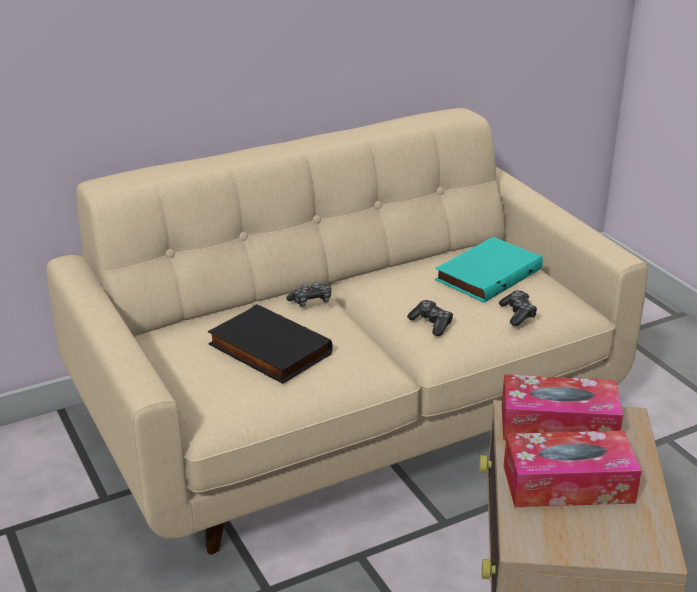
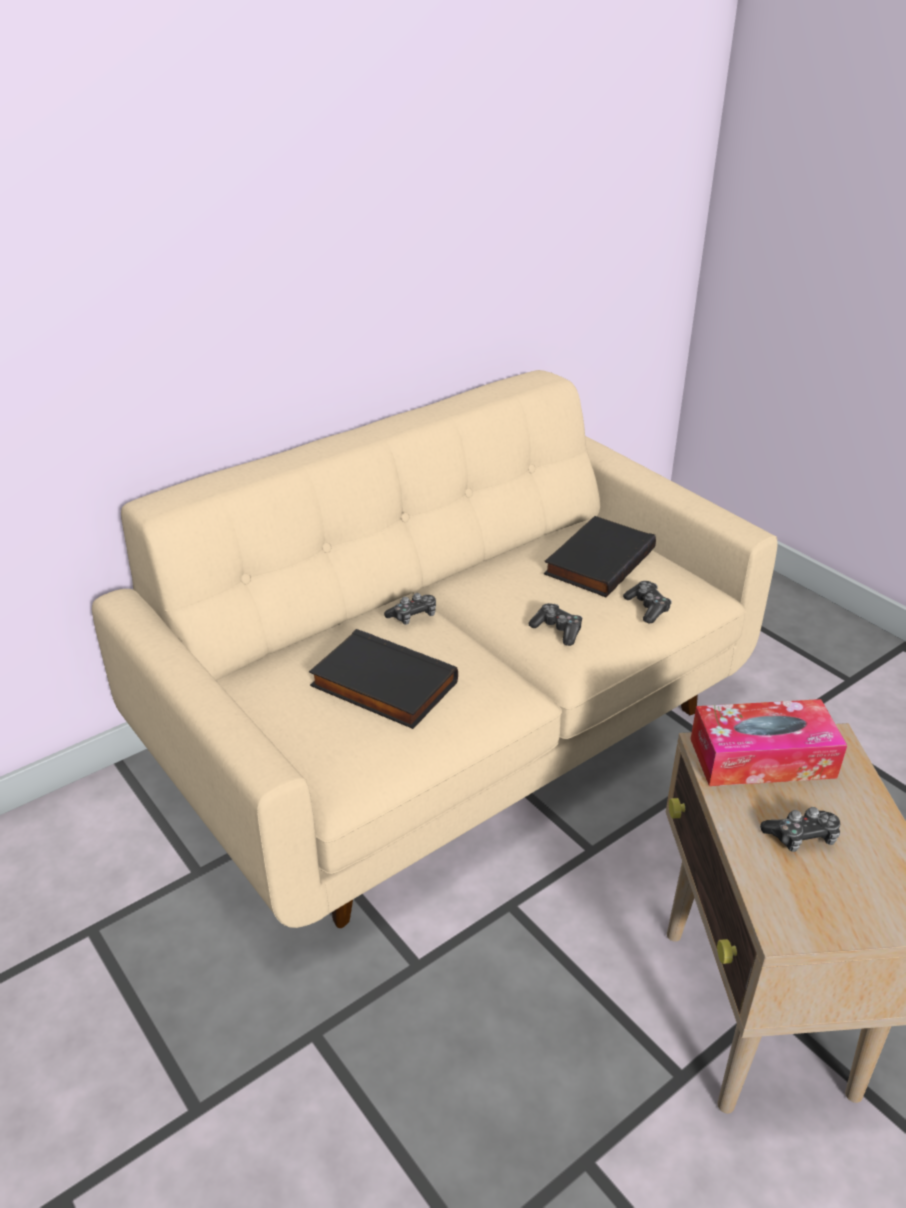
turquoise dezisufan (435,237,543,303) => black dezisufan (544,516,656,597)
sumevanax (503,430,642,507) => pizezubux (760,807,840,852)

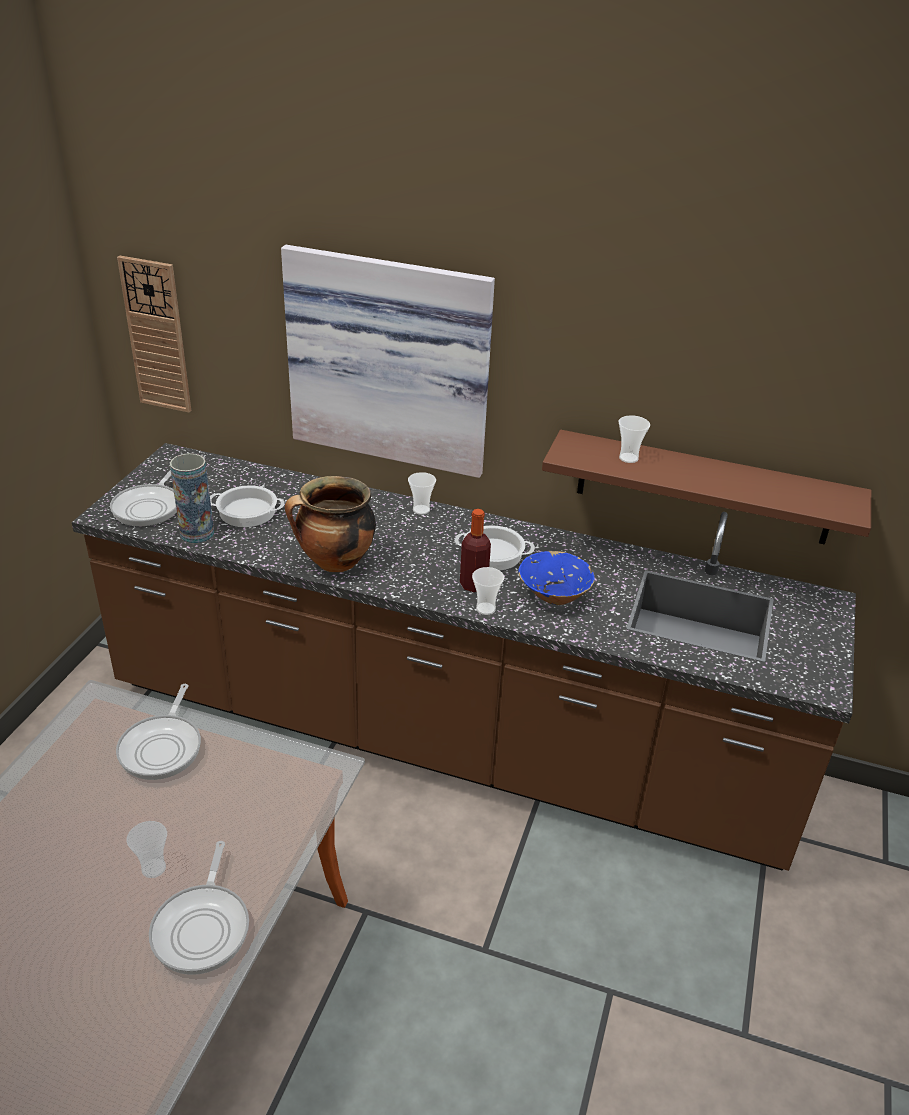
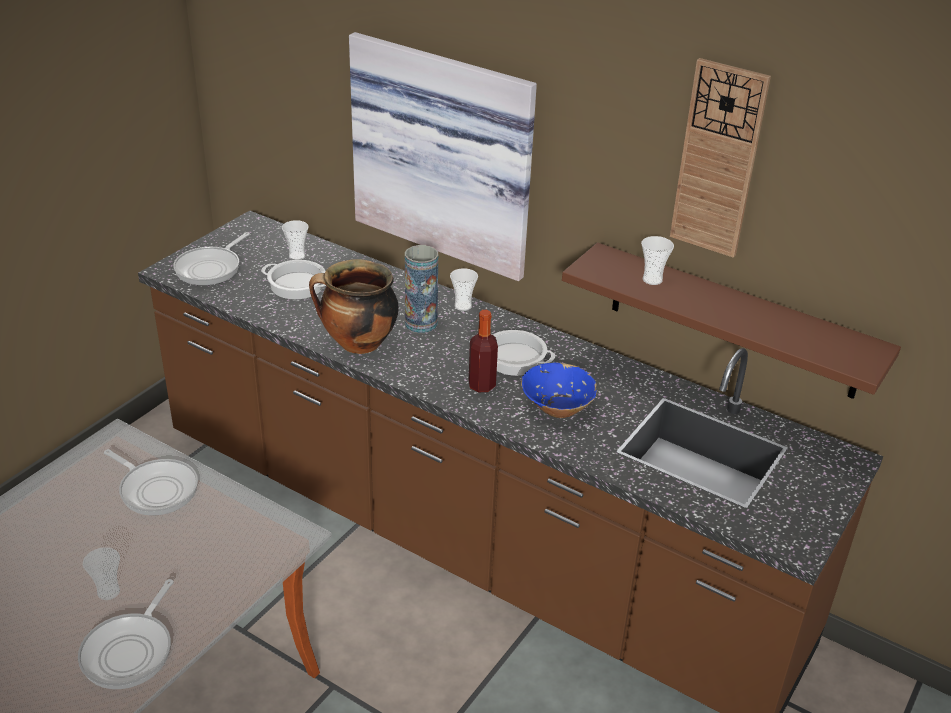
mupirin (116,684,201,780) => mupirin (104,449,198,516), 75 degrees counterclockwise
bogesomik (117,256,191,413) => bogesomik (670,58,771,258), moved
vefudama (170,453,214,544) => vefudama (405,245,438,333), moved
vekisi (472,567,504,615) => vekisi (282,220,309,260), moved

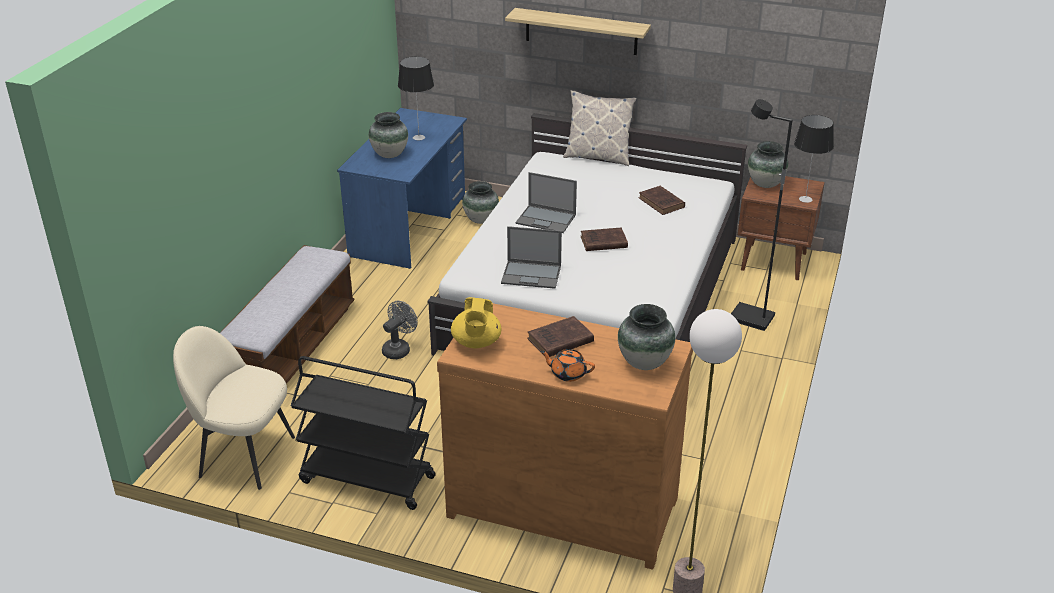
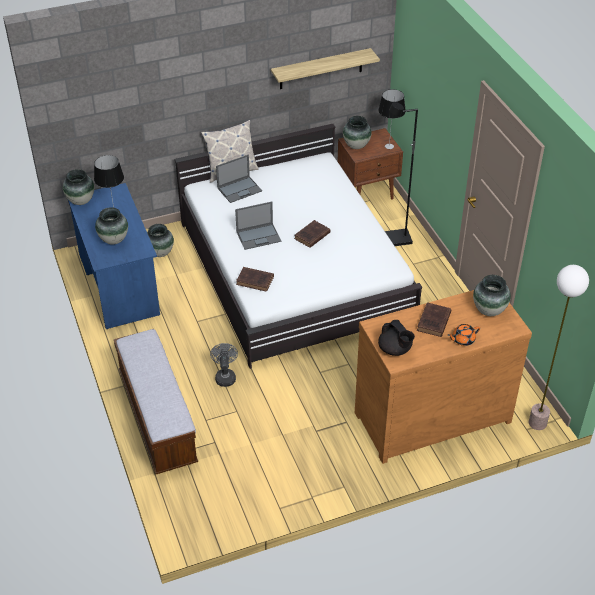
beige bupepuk (173,326,295,490) => nothing
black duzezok (291,356,436,510) => nothing
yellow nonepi (451,297,501,349) => black nonepi (378,320,415,356)
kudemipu (501,226,562,289) => kudemipu (216,155,262,203), moved
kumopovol (505,8,651,55) => kumopovol (271,48,380,89), moved
brown dezisufan (639,186,685,215) => brown dezisufan (236,267,274,292), moved
nothing => vefudama (63,169,94,205)

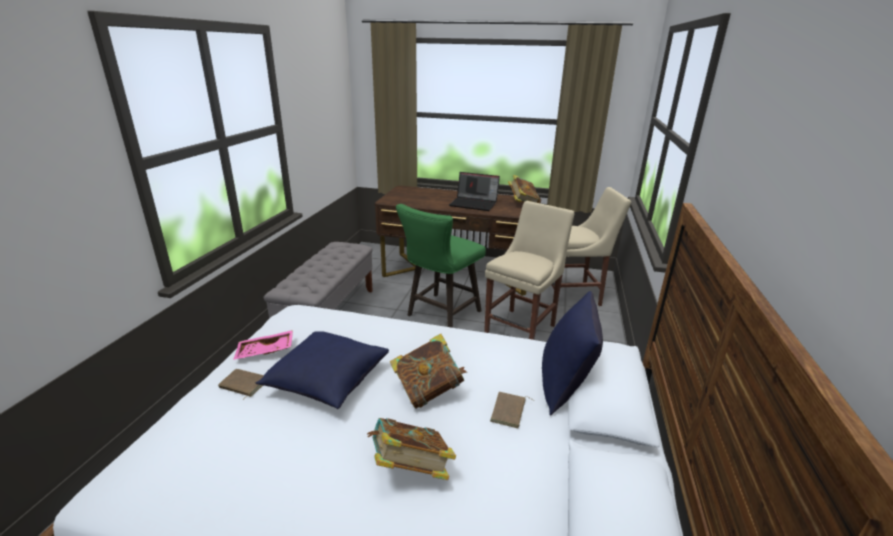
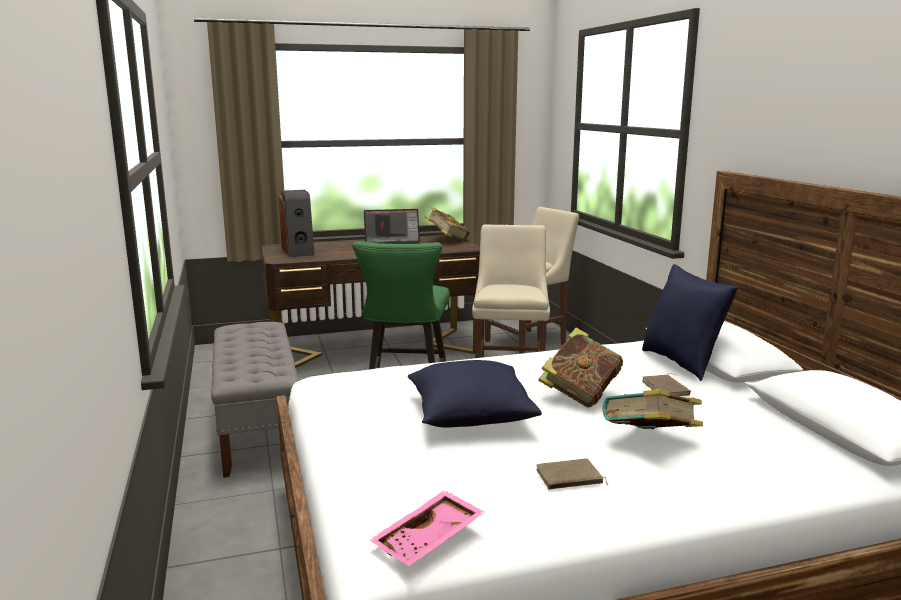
brown dezisufan (218,369,264,400) => brown dezisufan (536,458,608,489), moved
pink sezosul (233,330,293,360) => pink sezosul (370,490,484,566), moved
nothing => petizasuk (279,190,315,257)

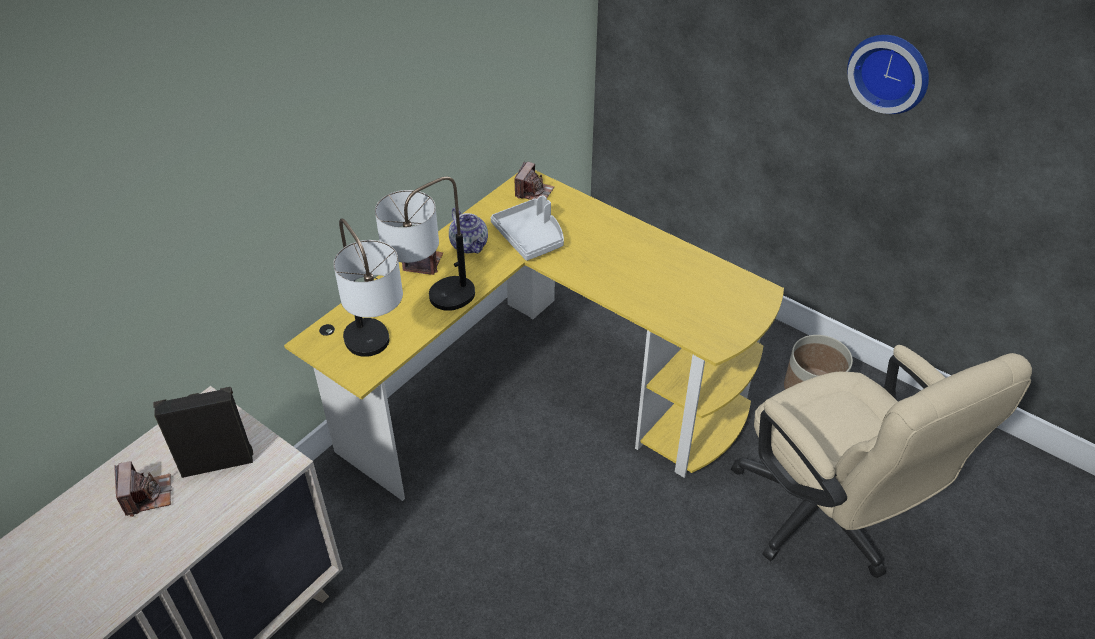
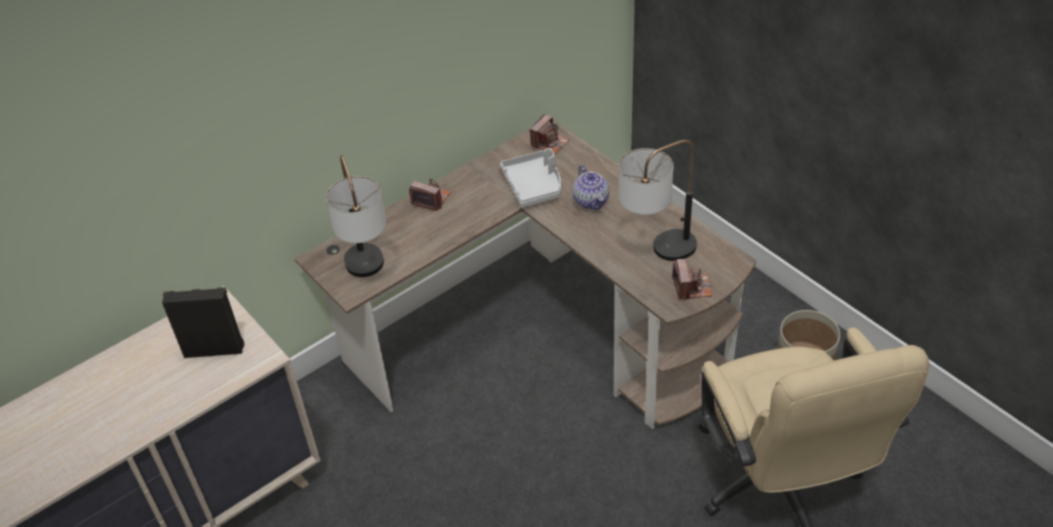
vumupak (114,461,171,517) => vumupak (672,259,712,301), moved
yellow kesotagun (284,170,784,501) => brown kesotagun (294,119,756,429)
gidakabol (375,177,475,311) => gidakabol (618,140,697,261), moved
nonepi (449,208,488,253) => nonepi (573,165,610,211), moved
bogesomik (847,35,929,114) => nothing

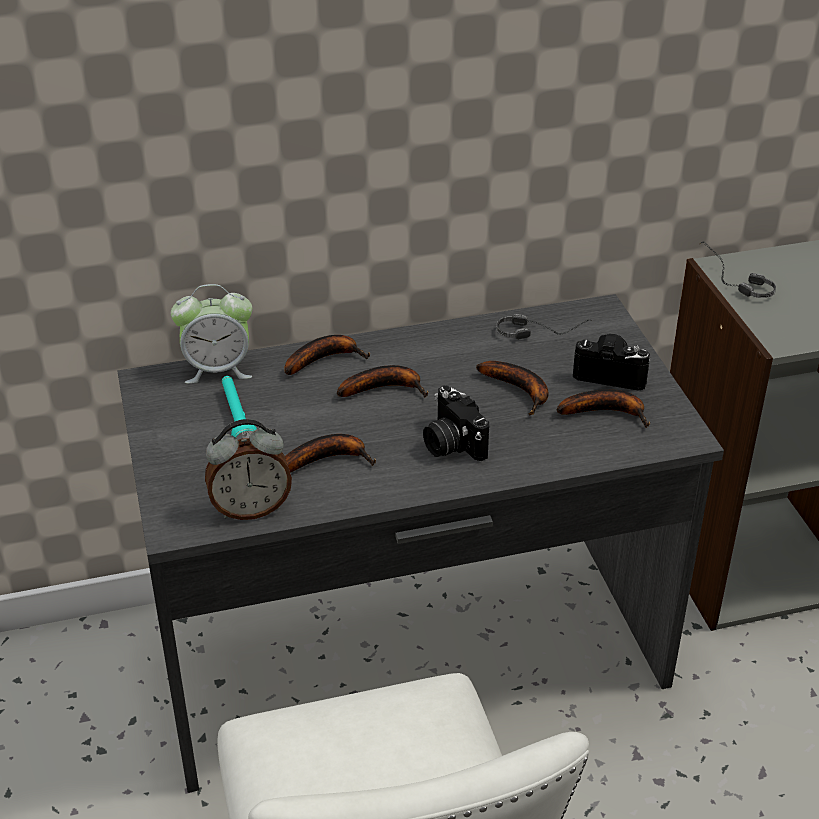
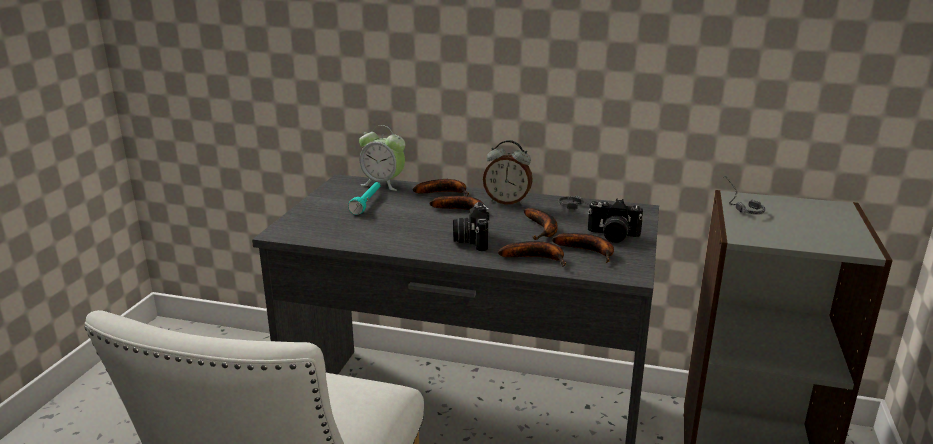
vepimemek (205,419,292,520) => vepimemek (483,140,533,205), moved
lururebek (285,434,377,473) => lururebek (498,241,566,267), moved
vumupak (573,334,651,391) => vumupak (588,198,643,243), 150 degrees clockwise

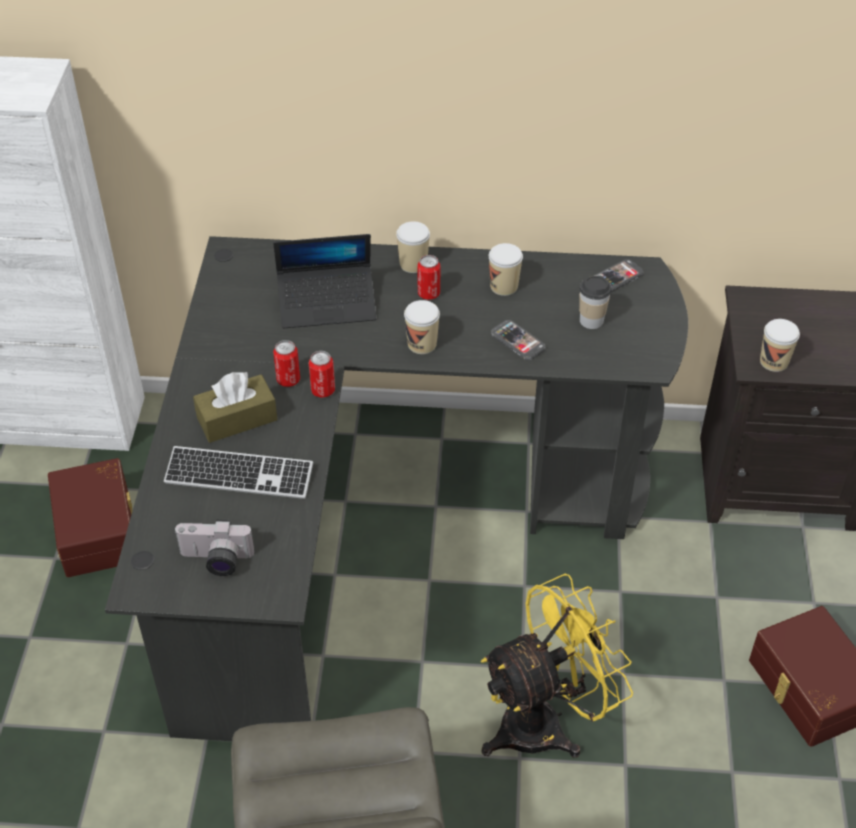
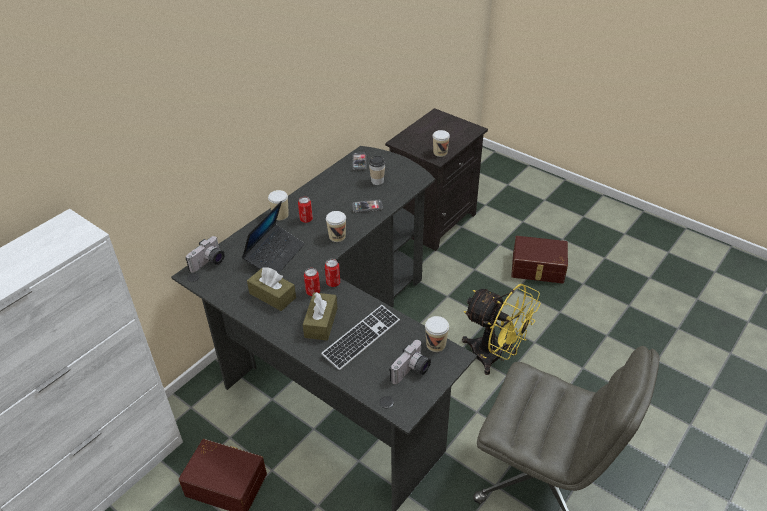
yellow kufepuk (481,574,633,758) => yellow kufepuk (462,284,541,375), 120 degrees clockwise
vekisi (489,243,523,296) => vekisi (425,316,449,352), moved
nothing => vumupak (186,236,225,273)
nothing => brown sumevanax (247,267,296,311)

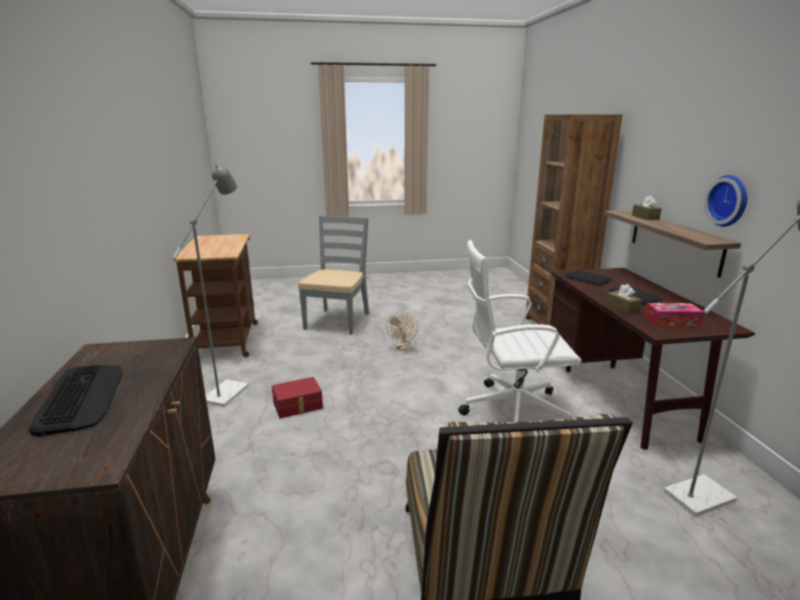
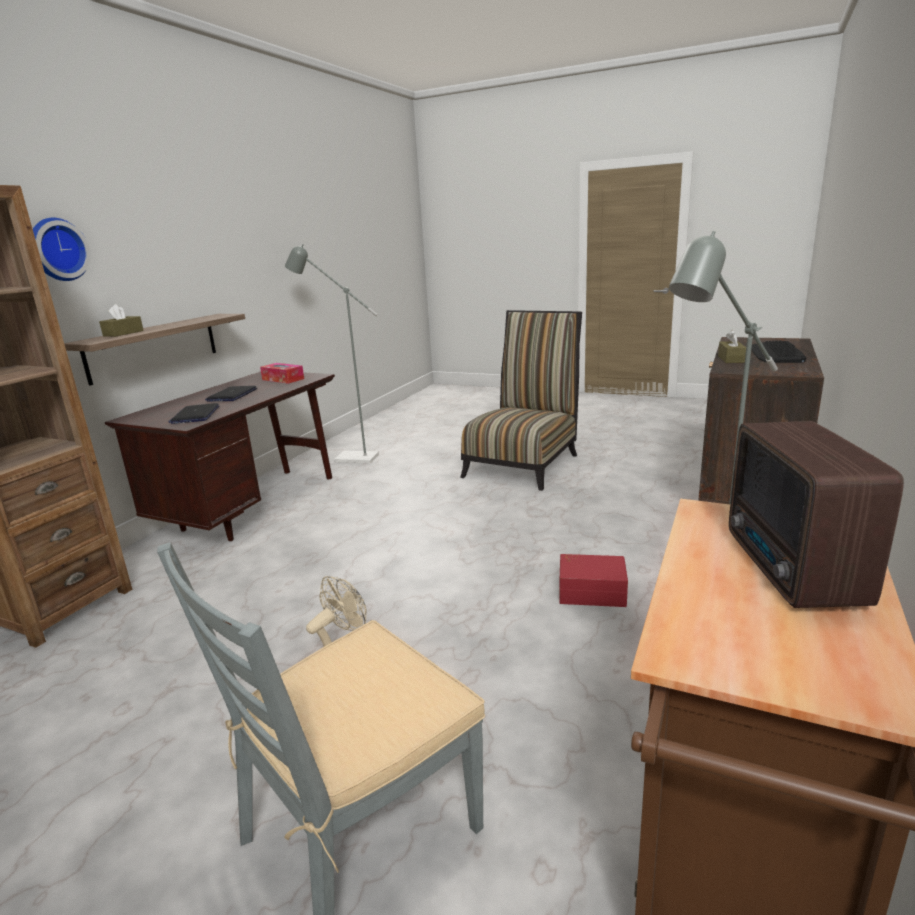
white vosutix (458,240,581,422) => nothing
brown sumevanax (606,284,642,314) => brown sumevanax (718,330,746,363), moved
bogesomik (704,175,747,227) => bogesomik (33,218,91,281), moved
nothing => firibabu (729,421,904,608)

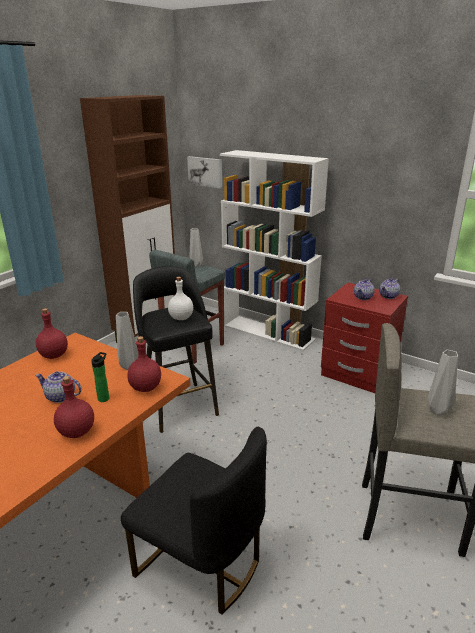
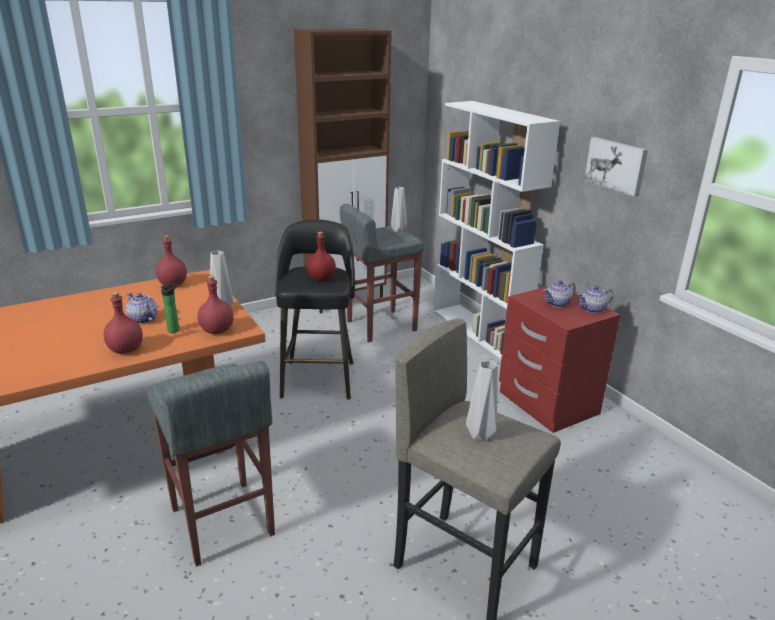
black bupepuk (121,427,267,615) => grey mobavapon (146,361,275,567)
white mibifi (168,277,193,320) => red mibifi (307,232,336,281)
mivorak (187,156,222,189) => mivorak (584,137,648,197), moved

